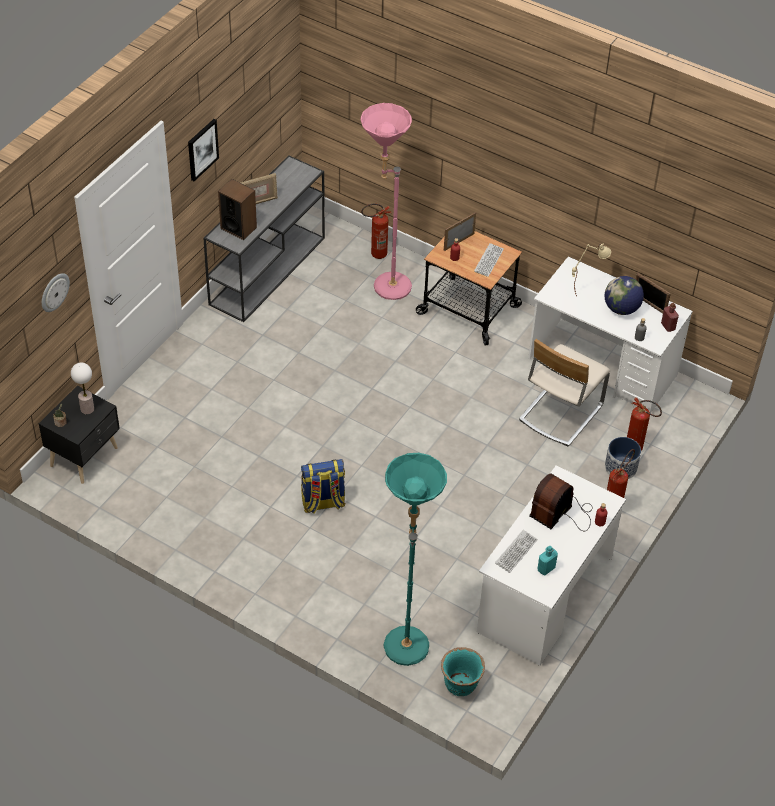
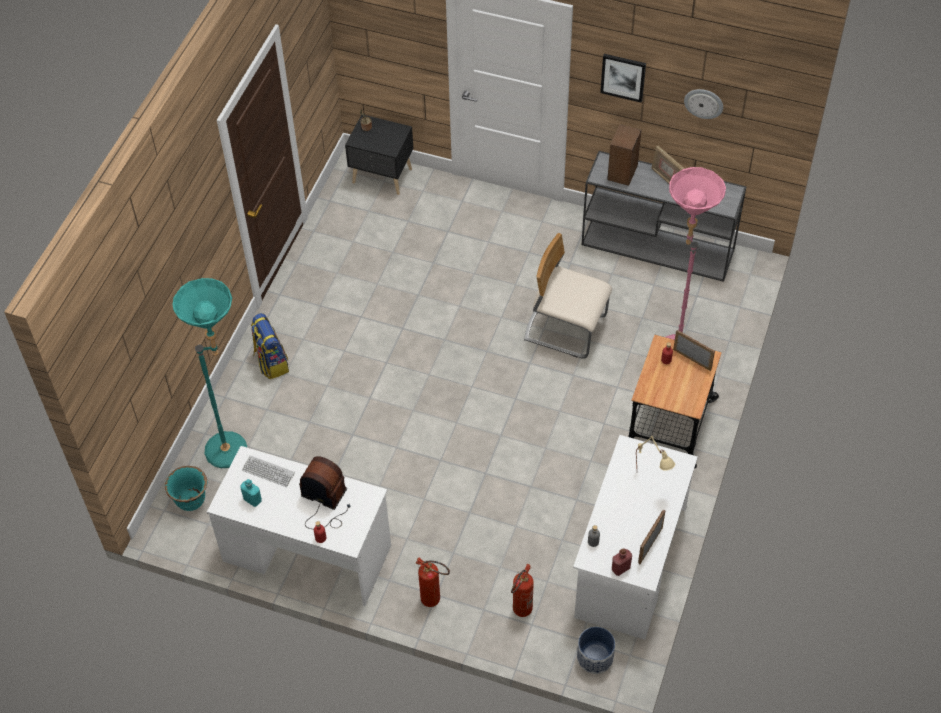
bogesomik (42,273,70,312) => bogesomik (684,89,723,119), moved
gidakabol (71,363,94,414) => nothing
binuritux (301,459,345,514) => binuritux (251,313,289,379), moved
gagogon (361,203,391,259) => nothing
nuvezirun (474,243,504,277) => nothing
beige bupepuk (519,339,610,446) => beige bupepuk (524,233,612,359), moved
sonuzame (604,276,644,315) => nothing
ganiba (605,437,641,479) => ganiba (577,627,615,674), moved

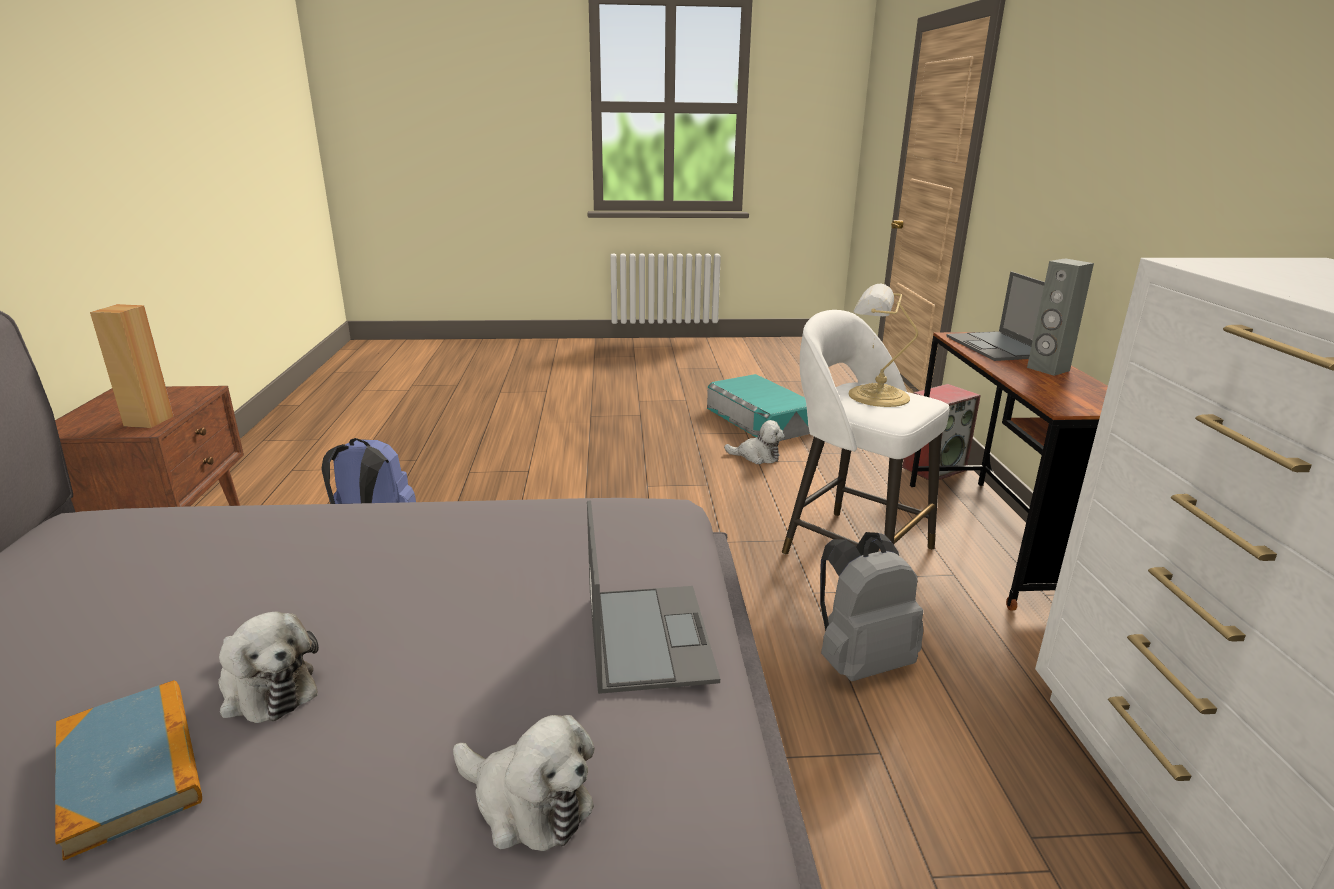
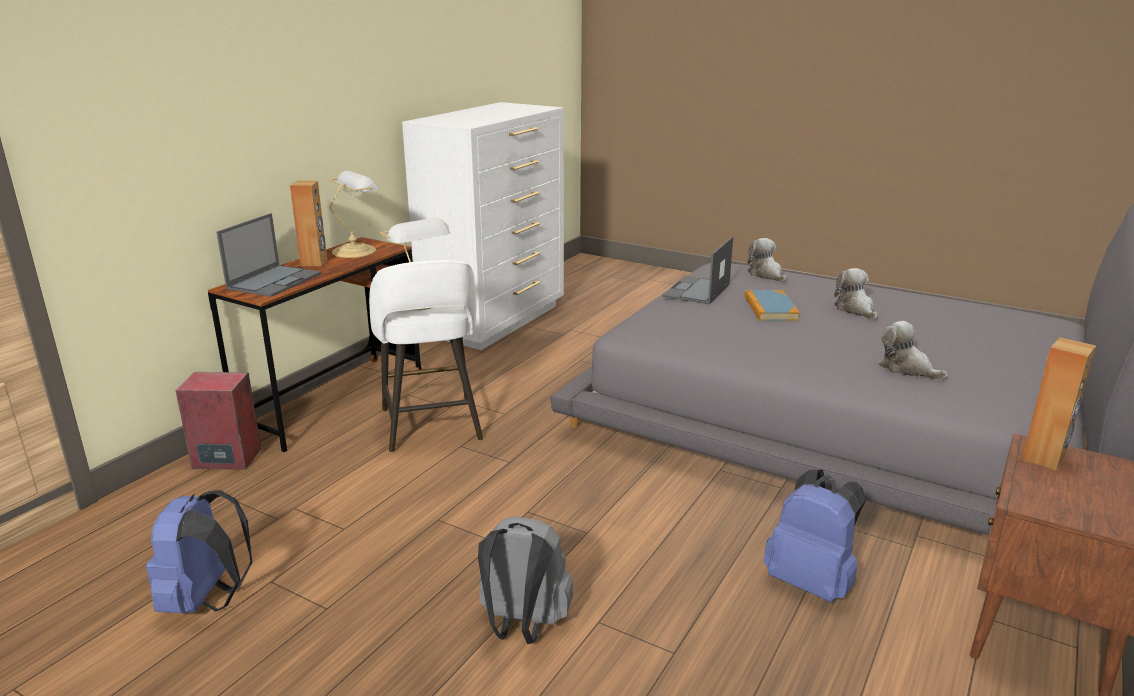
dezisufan (55,680,202,861) => dezisufan (745,290,800,321), moved
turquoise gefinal (707,374,810,441) => blue binuritux (146,490,252,613)
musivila (724,420,785,464) => musivila (878,321,948,380), moved
grey binuritux (820,532,924,681) => grey binuritux (478,517,573,644), moved
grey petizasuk (1027,258,1094,376) => brown petizasuk (290,181,327,266)
nothing => gidakabol (329,171,379,258)

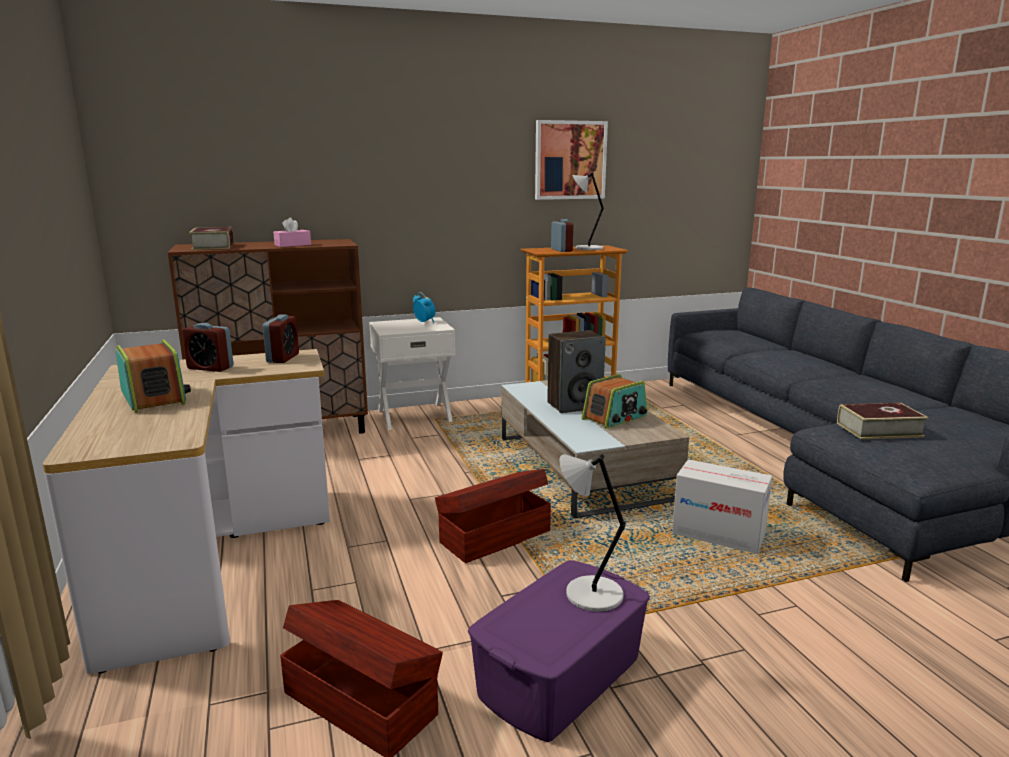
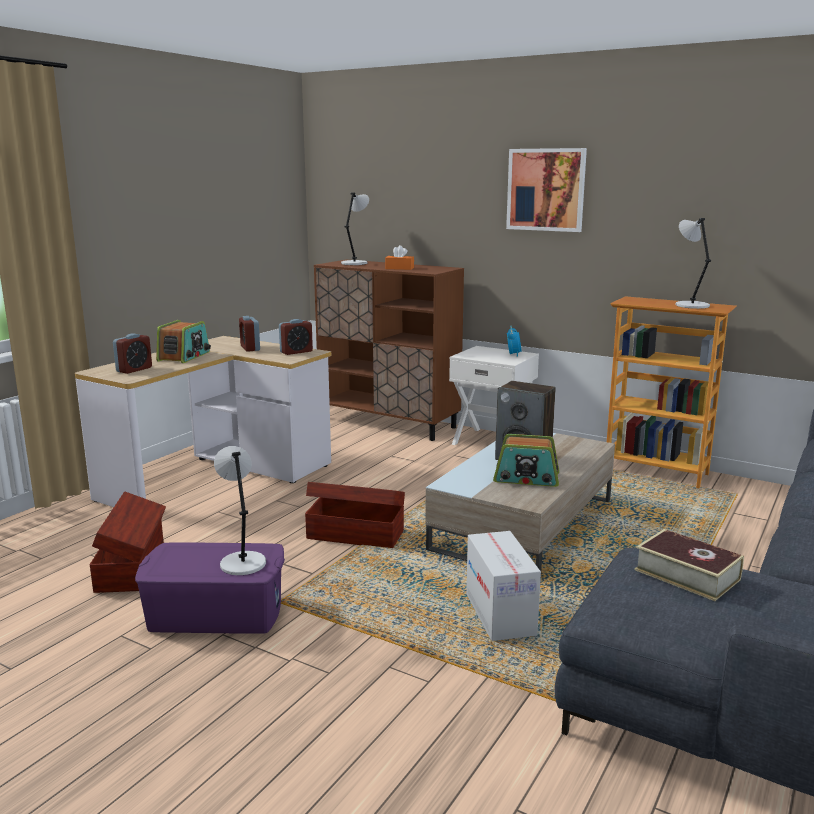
dezisufan (189,227,234,250) => grey gidakabol (341,192,369,265)
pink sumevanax (273,217,311,247) => orange sumevanax (385,245,414,270)
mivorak (535,120,608,200) => mivorak (506,148,587,232), moved
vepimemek (551,219,573,252) => vepimemek (113,334,152,374), moved

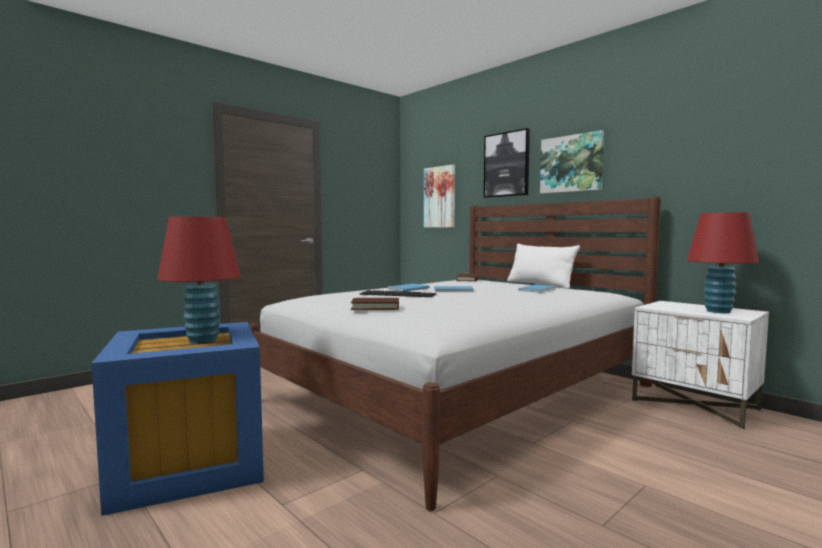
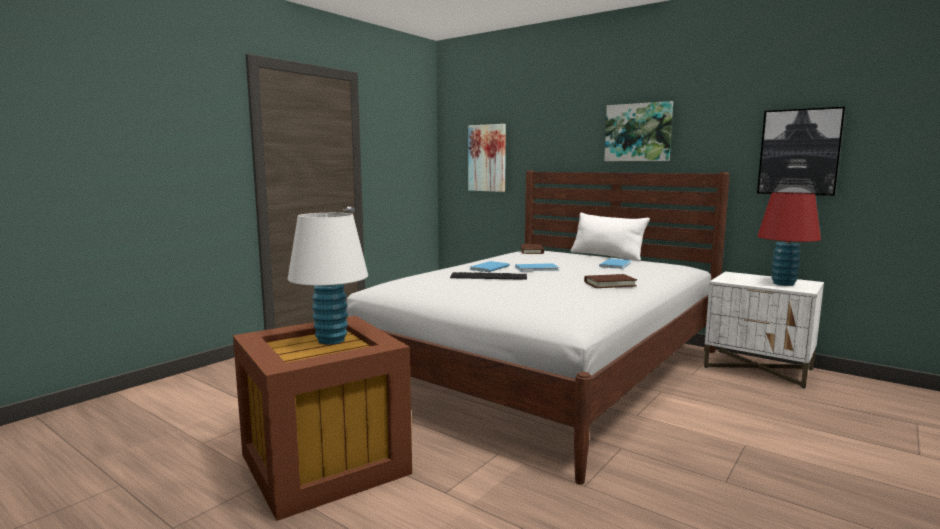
blue gefinal (91,322,264,516) => brown gefinal (233,316,412,521)
red gidakabol (158,216,241,344) => white gidakabol (288,213,368,345)
brown dezisufan (351,298,399,310) => brown dezisufan (584,274,637,288), moved
mivorak (484,128,530,198) => mivorak (757,107,845,196), moved

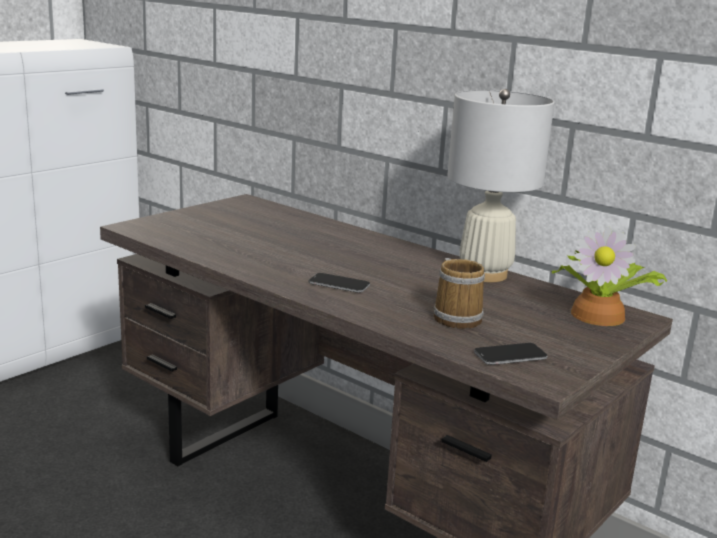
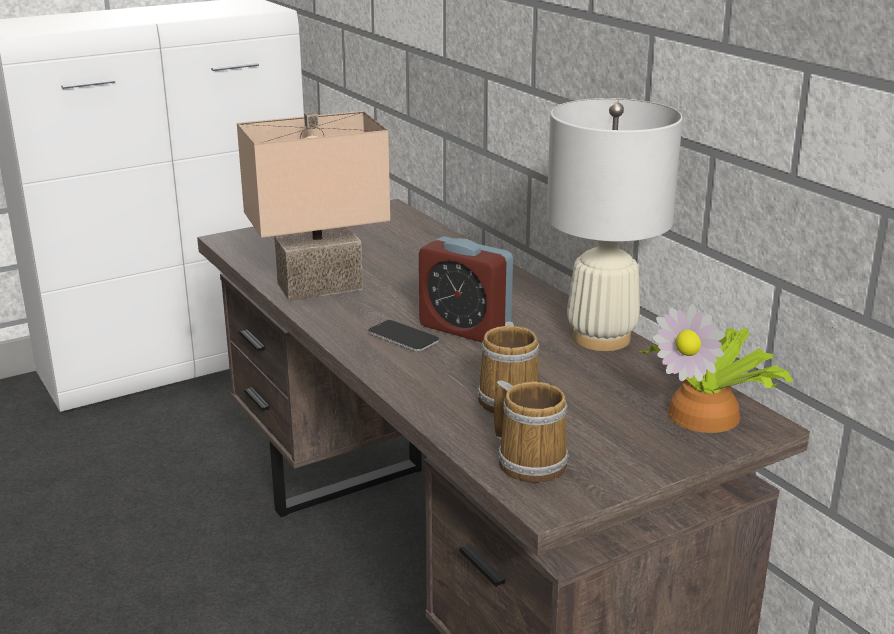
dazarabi (474,343,547,365) => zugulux (494,381,569,483)
nothing => beige gidakabol (237,111,390,301)
nothing => vepimemek (419,236,513,342)

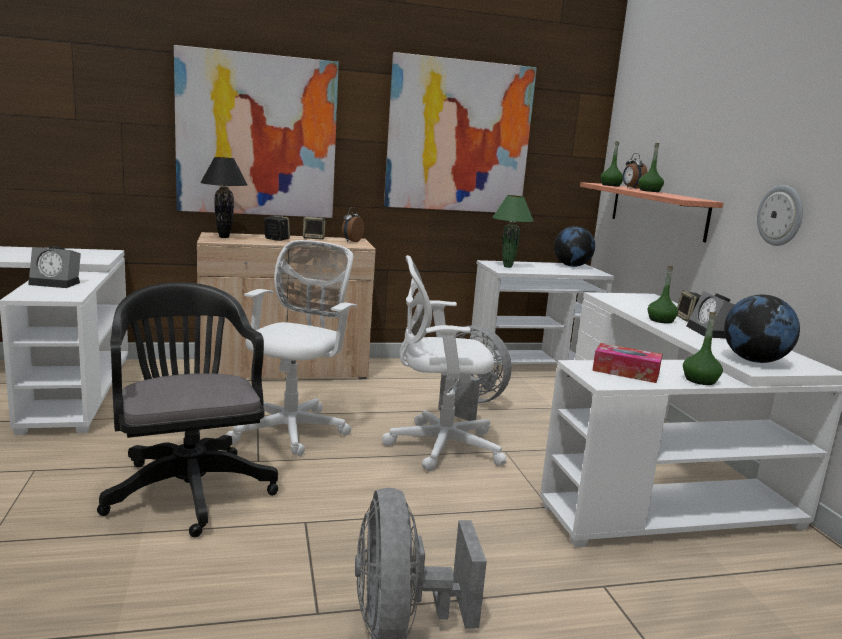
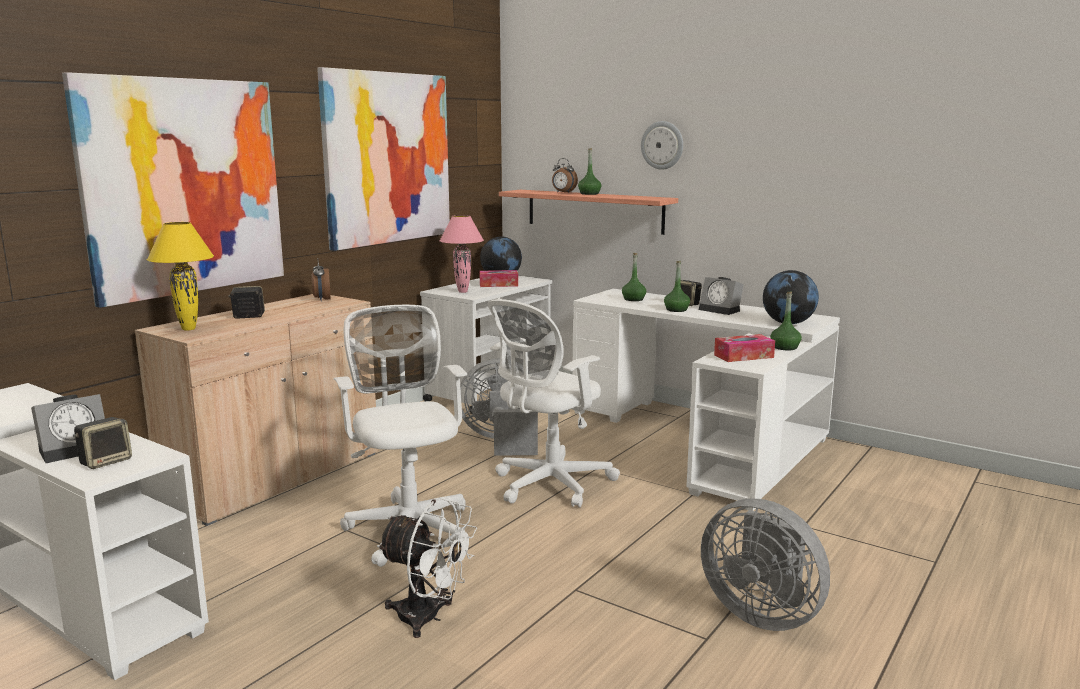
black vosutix (97,282,278,537) => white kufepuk (377,497,477,638)
black gidakabol (200,157,248,238) => yellow gidakabol (147,222,214,331)
petizasuk (302,217,327,240) => petizasuk (74,417,132,469), moved
green gidakabol (492,195,534,268) => pink gidakabol (440,215,484,293)
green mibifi (601,141,623,186) => green mibifi (622,253,646,301), moved
bogesomik (757,185,803,246) => bogesomik (641,121,683,170), moved
nothing => sumevanax (479,270,518,287)

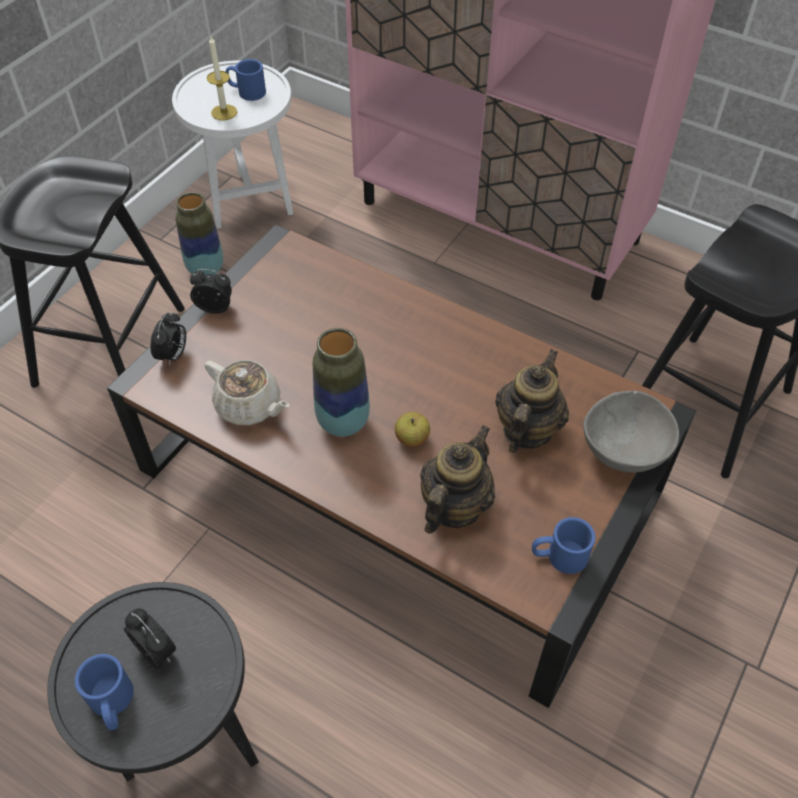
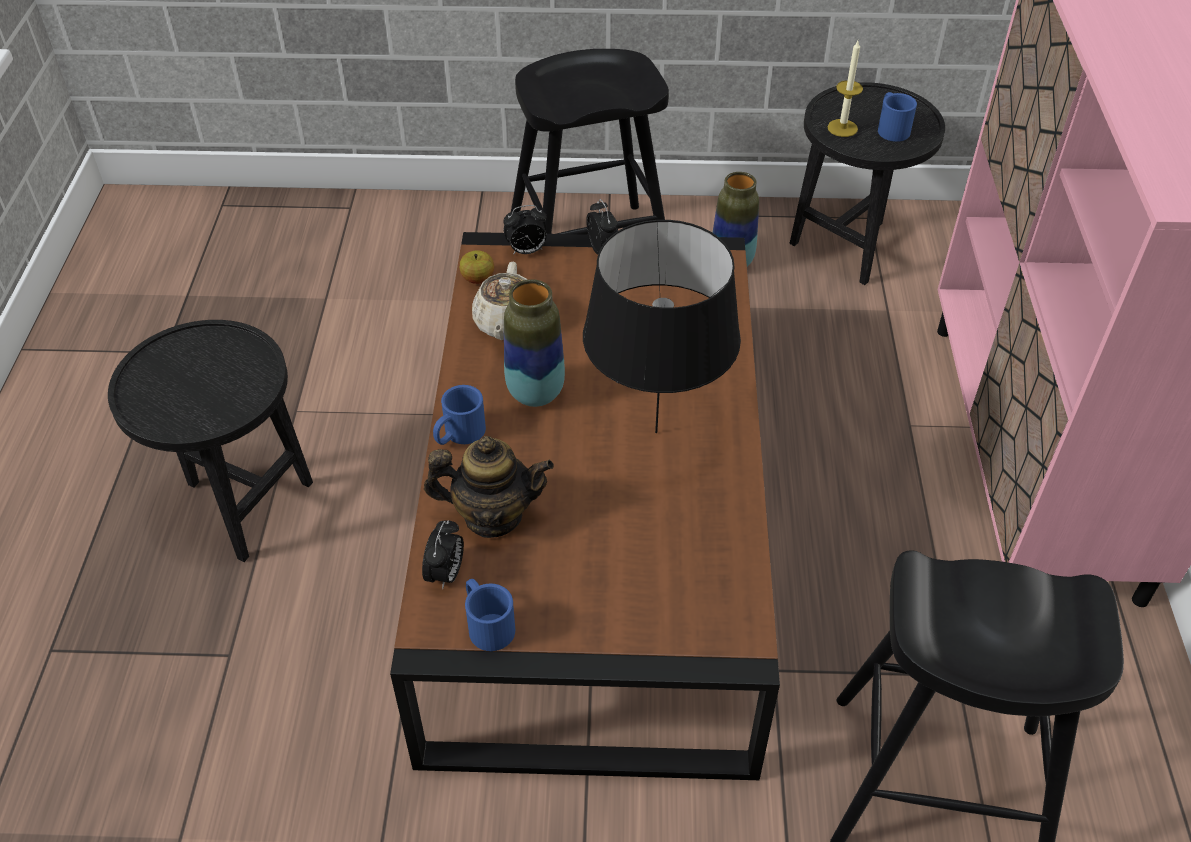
blue zugulux (75,654,134,730) => blue zugulux (433,385,486,445), moved
vepimemek (124,608,176,670) => vepimemek (422,520,464,590), moved
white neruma (172,60,293,229) => black neruma (789,82,945,285)
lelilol (395,412,430,447) => lelilol (459,250,494,284), moved
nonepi (495,349,569,453) => nothing
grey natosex (583,391,679,473) => nothing
nothing => black gidakabol (583,220,741,433)

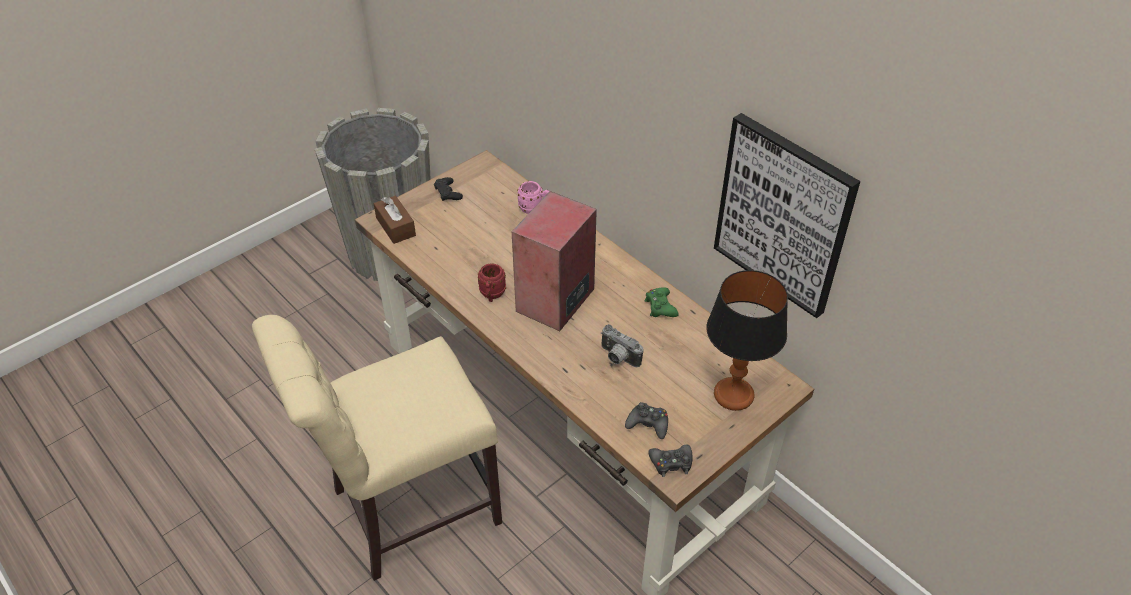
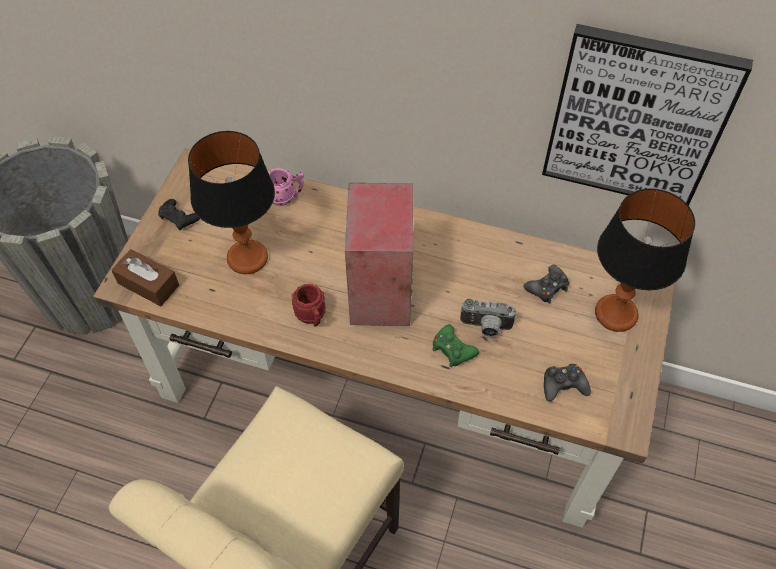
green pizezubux (645,287,679,317) => green pizezubux (432,324,479,367), moved
black pizezubux (648,445,692,477) => black pizezubux (523,265,569,304), moved
nothing => gidakabol (188,131,275,274)

